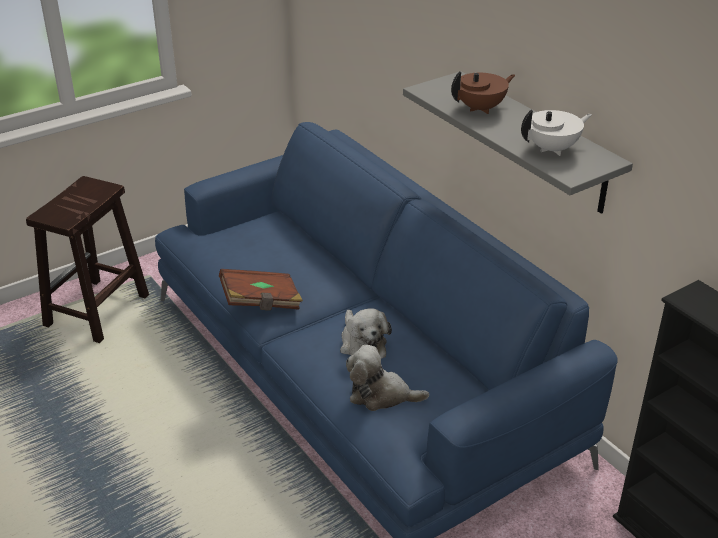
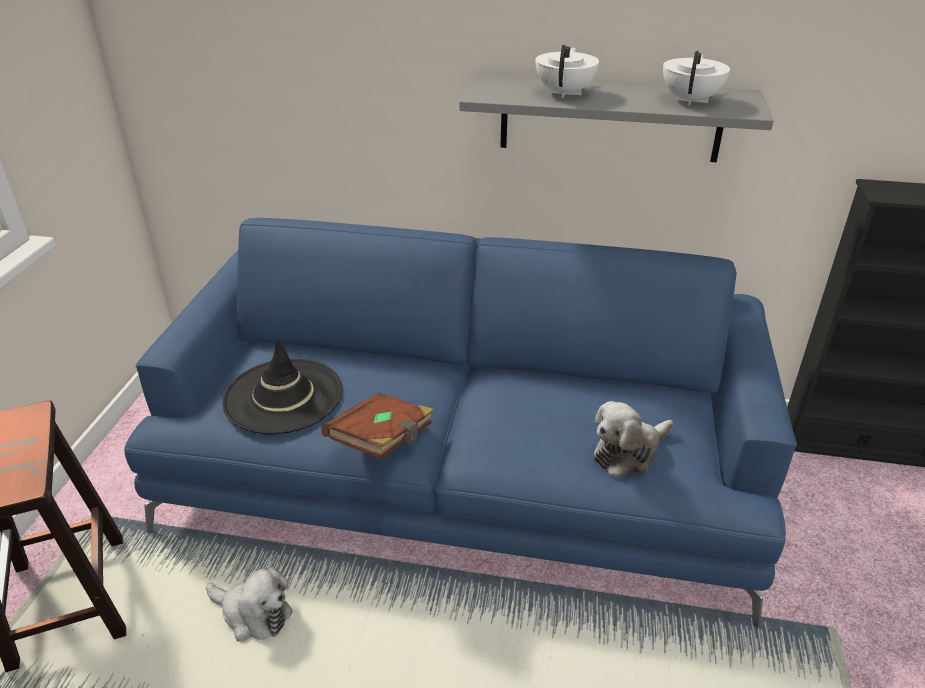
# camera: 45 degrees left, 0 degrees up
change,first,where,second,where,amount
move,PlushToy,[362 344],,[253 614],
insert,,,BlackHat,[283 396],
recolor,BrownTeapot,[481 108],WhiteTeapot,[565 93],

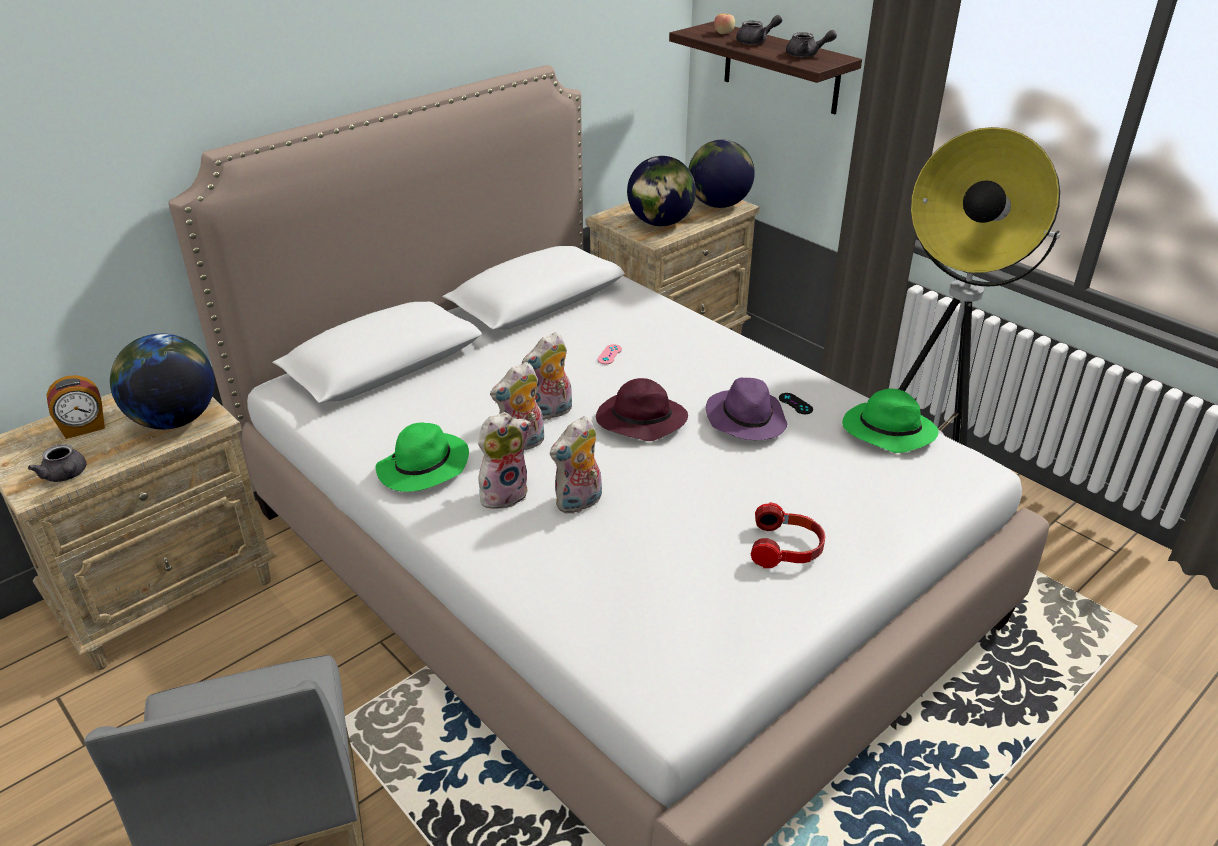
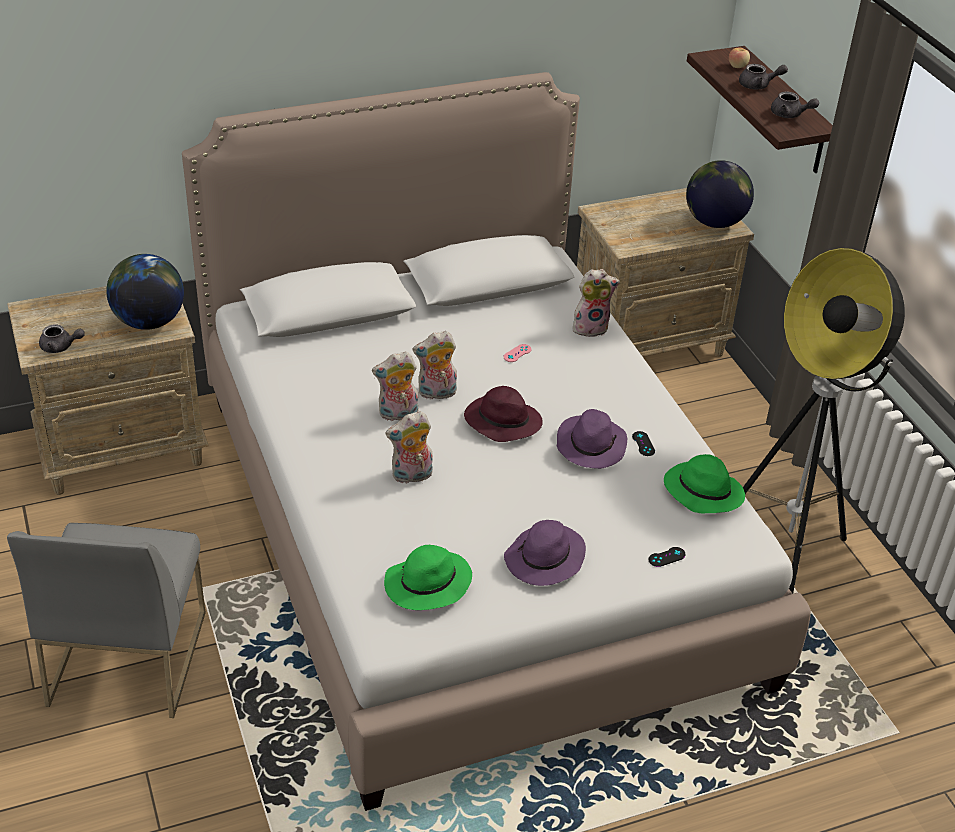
# camera: 20 degrees right, 5 degrees up
change,first,where,second,where,amount
rotate,GreyTeapot,[66 476],,[60 347],60 degrees counterclockwise
move,GreenHat,[423 468],,[427 585],
replace,Headphones,[787 548],PurpleHat,[544 560],
move,PlushToy,[504 493],,[591 327],
insert,,,BlackGameController,[666 557],
delete,AlarmClock,[84 428],,,
delete,Globe,[660 223],,,

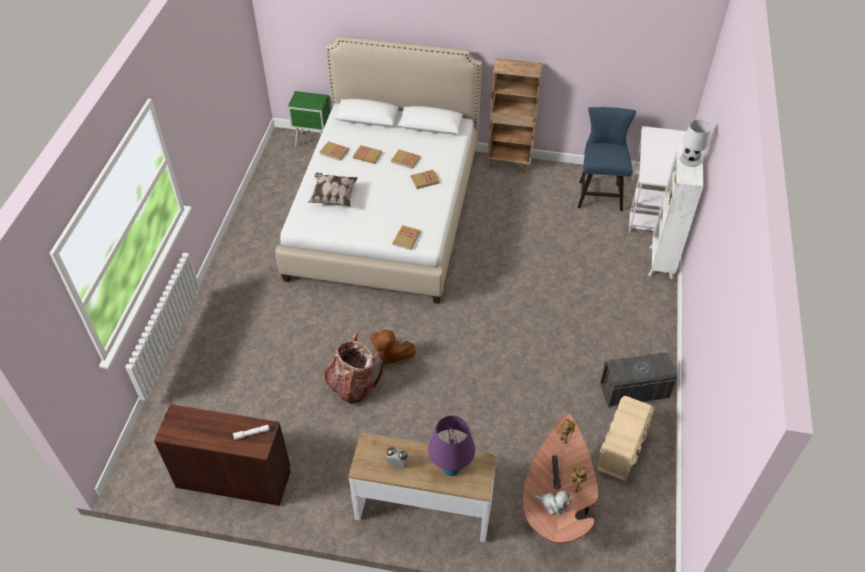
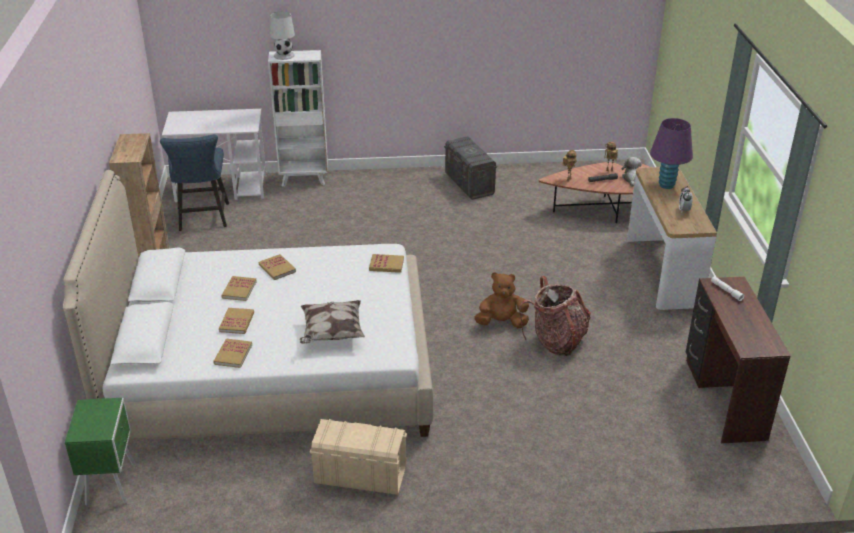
# camera: 105 degrees left, 15 degrees down
change,first,where,second,where,amount
rotate,BlueChair,[599 193],,[203 219],90 degrees counterclockwise
move,BeigeStorageBox,[621 448],,[360 476],
rotate,BrownPlushToy,[390 355],,[501 323],105 degrees counterclockwise

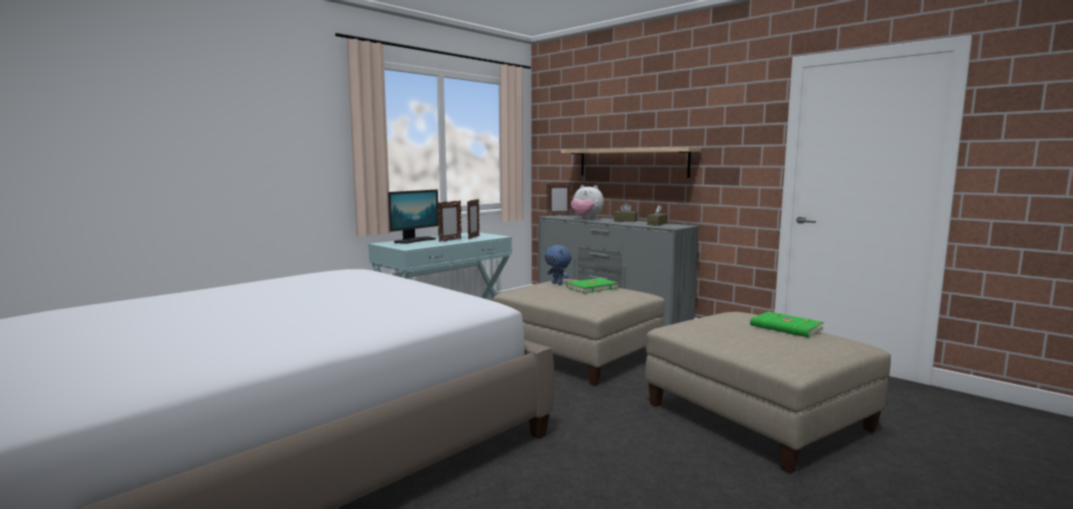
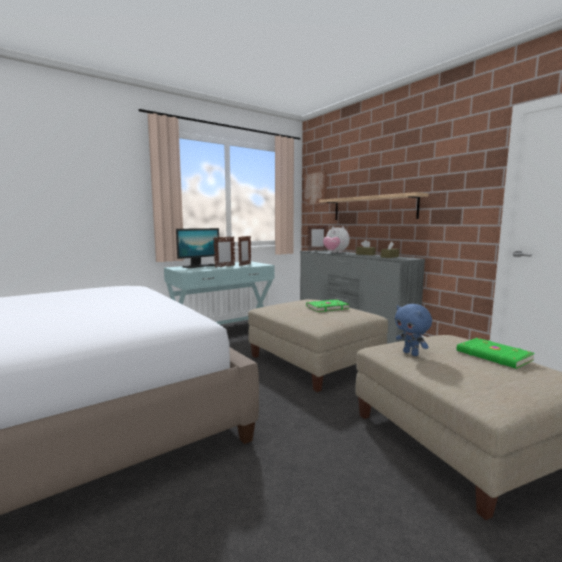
# camera: 10 degrees right, 0 degrees up
change,first,where,second,where,amount
insert,,,Picture,[315 188],
move,BluePlushToy,[558 284],,[411 353],

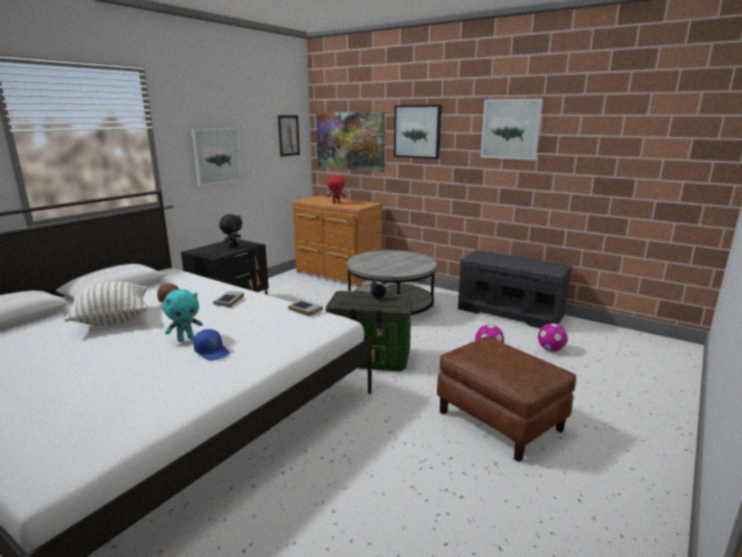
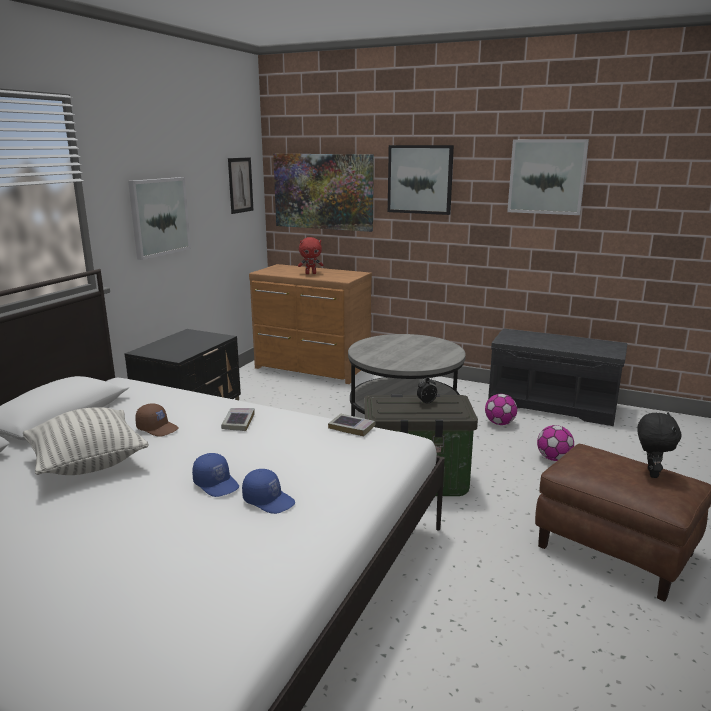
# camera: 10 degrees left, 0 degrees up
change,first,where,second,where,amount
replace,TurquoisePlushToy,[185 339],BlueCap,[217 484],
move,Football,[550 349],,[499 423],
move,BlackPlushToy,[233 246],,[650 473],

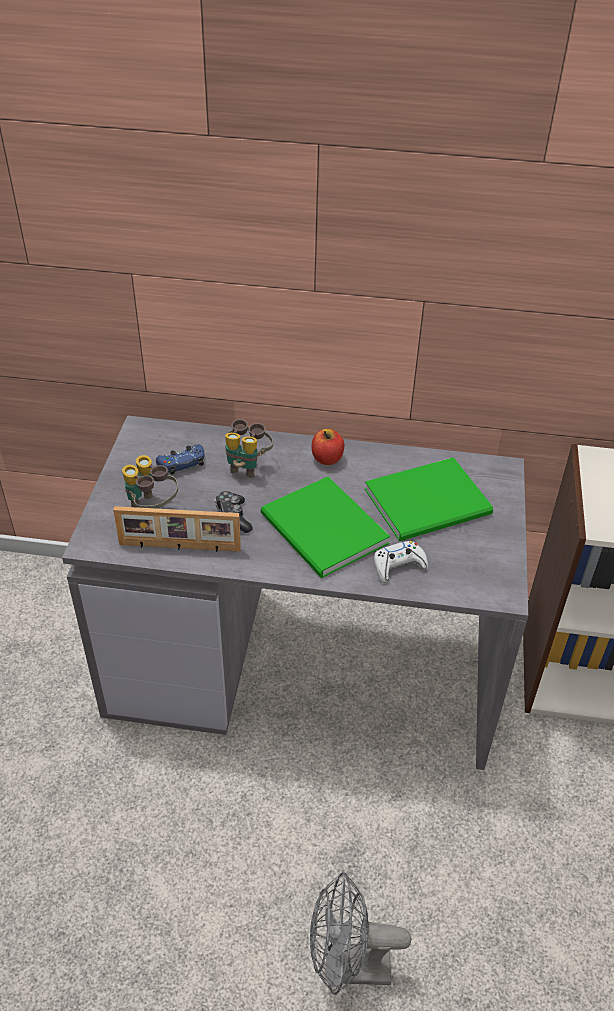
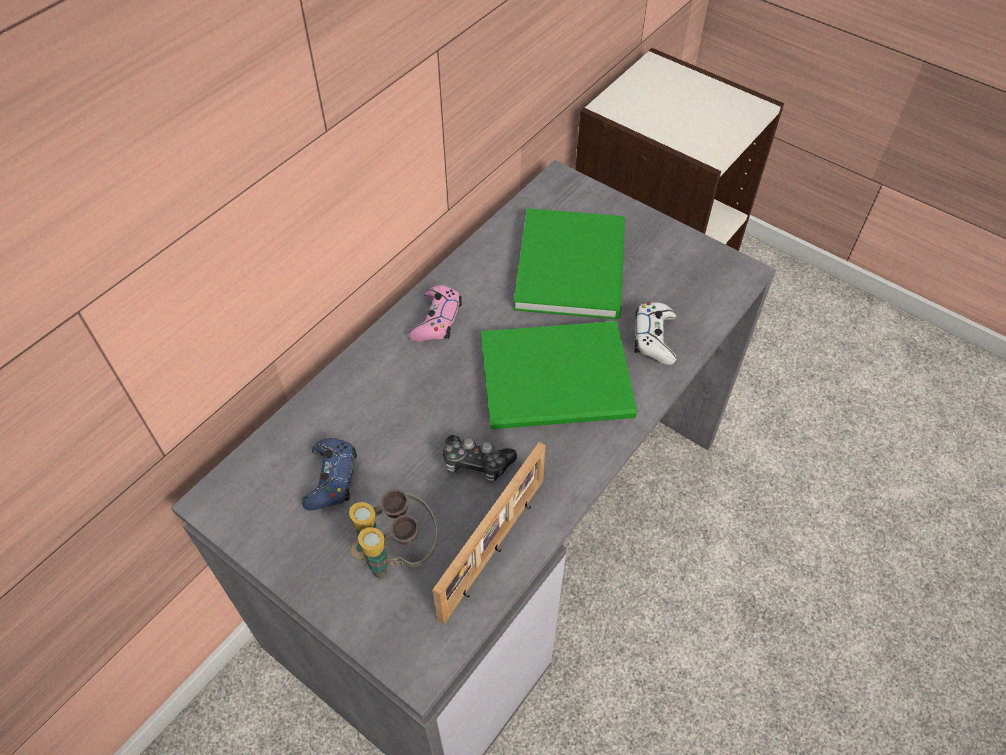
# camera: 60 degrees left, 10 degrees up
change,first,where,second,where,amount
replace,Apple,[327 458],PinkGameController,[436 320],
delete,Binoculars,[247 465],,,
delete,GreyFan,[348 967],,,

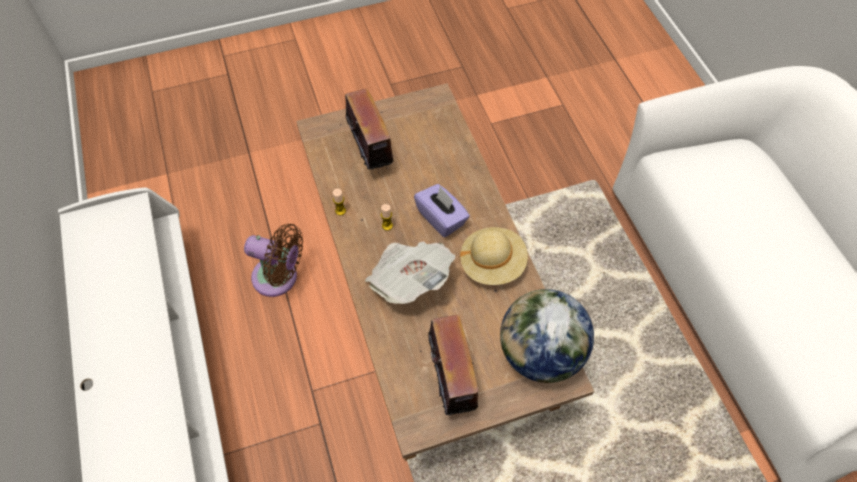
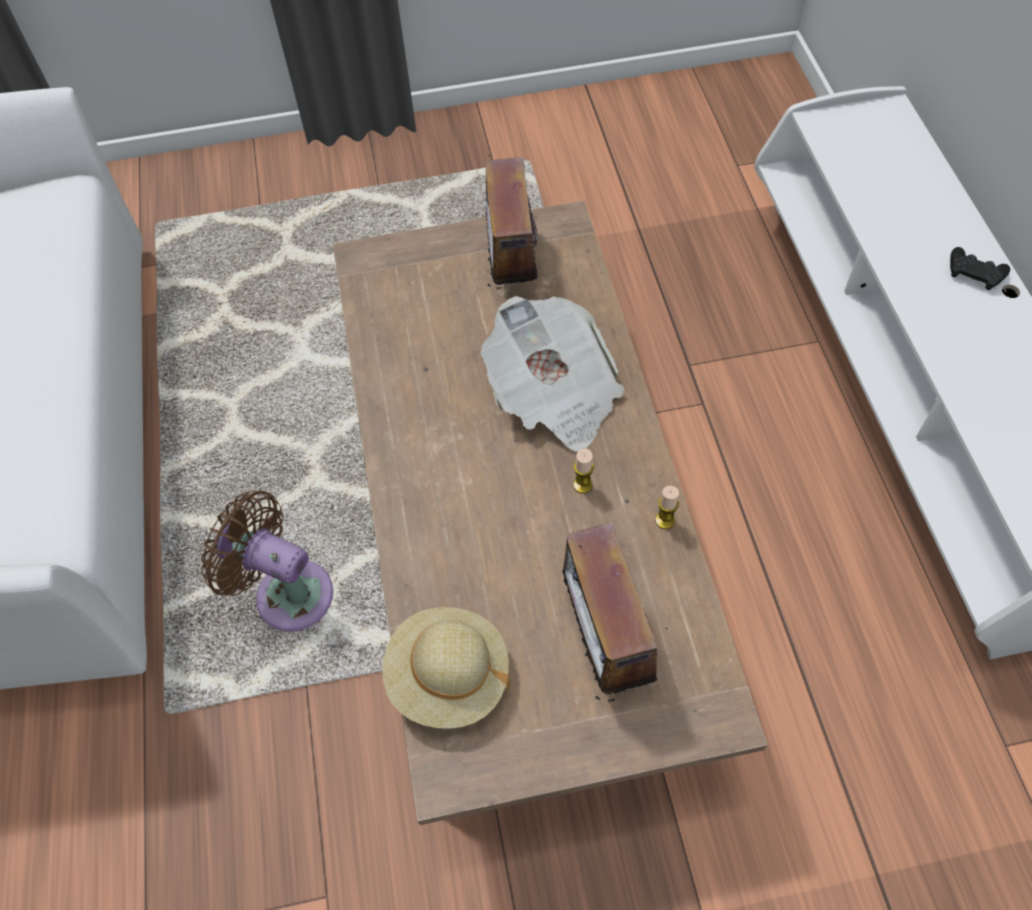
# camera: 170 degrees left, 0 degrees up
change,first,where,second,where,amount
move,BrownFan,[279 278],,[287 592],
move,BeigeHat,[492 264],,[448 677],
insert,,,BlackGameController,[974 273],
delete,PurpleTissueBox,[441 218],,,
delete,Globe,[540 354],,,

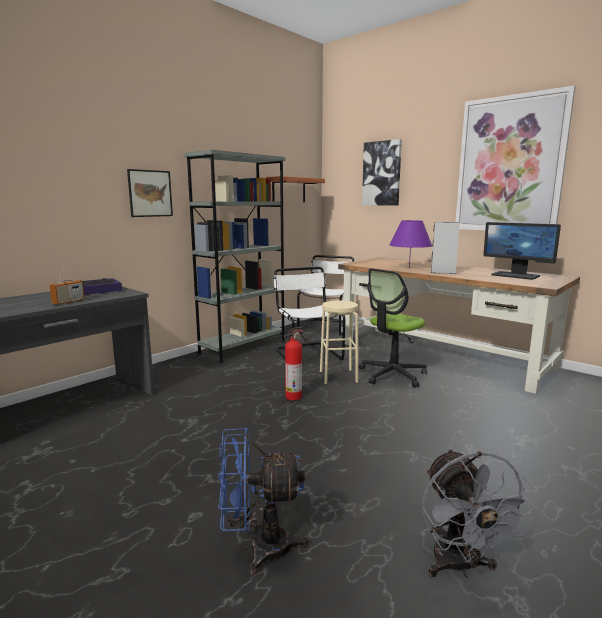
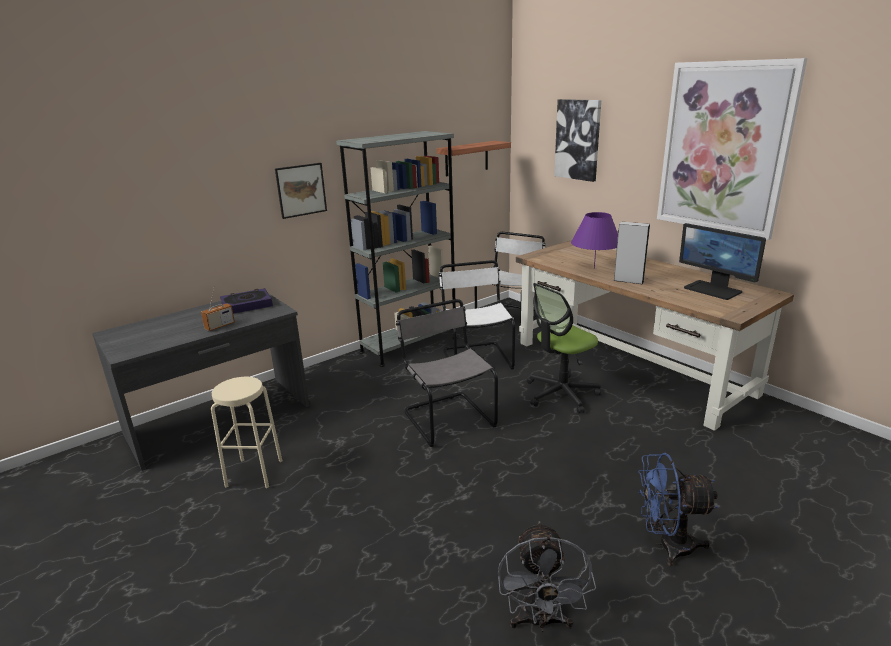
# camera: 10 degrees right, 10 degrees up
change,first,where,second,where,amount
move,BeigeStool,[338 376],,[254 473],
replace,FireExtinguisher,[294 396],GreyChair,[447 417],
move,BlueFan,[258 547],,[666 545],

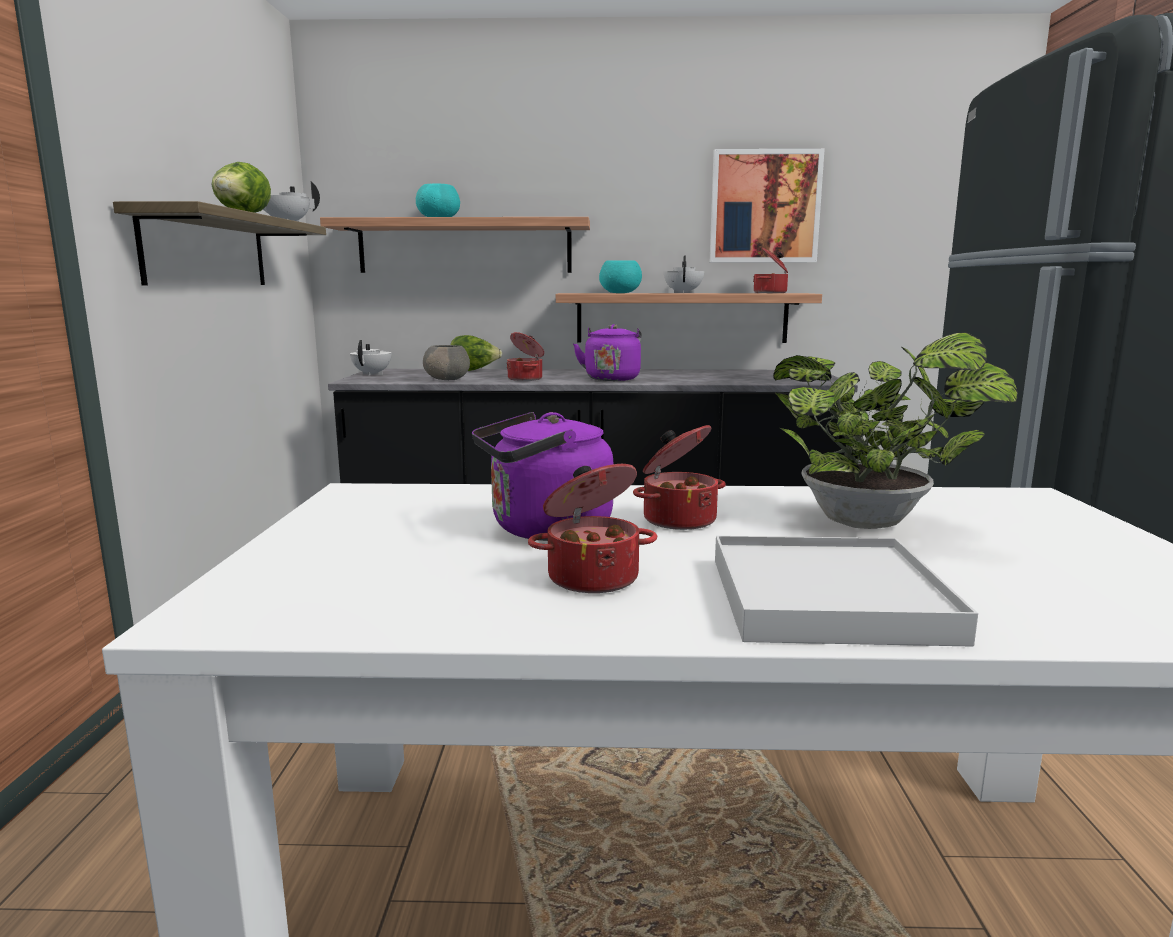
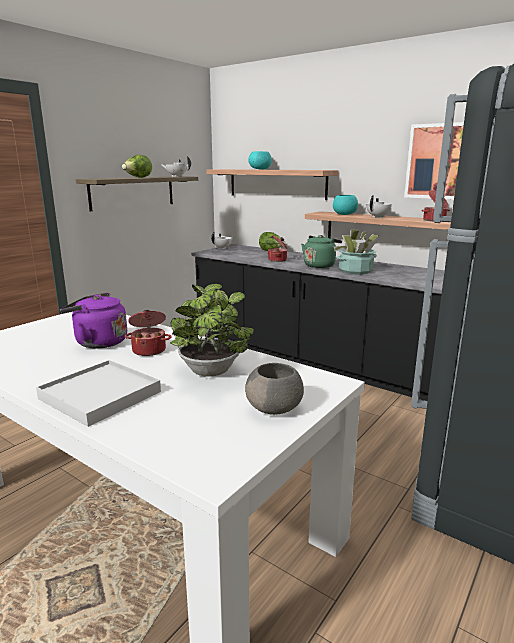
# camera: 35 degrees right, 5 degrees up
change,first,where,second,where,amount
move,GreyBowl,[448 379],,[275 408],
recolor,PurpleKettle,[612 378],GreenKettle,[320 265],
insert,,,PottedPlant,[355 271],
delete,CookingPot,[592 577],,,

